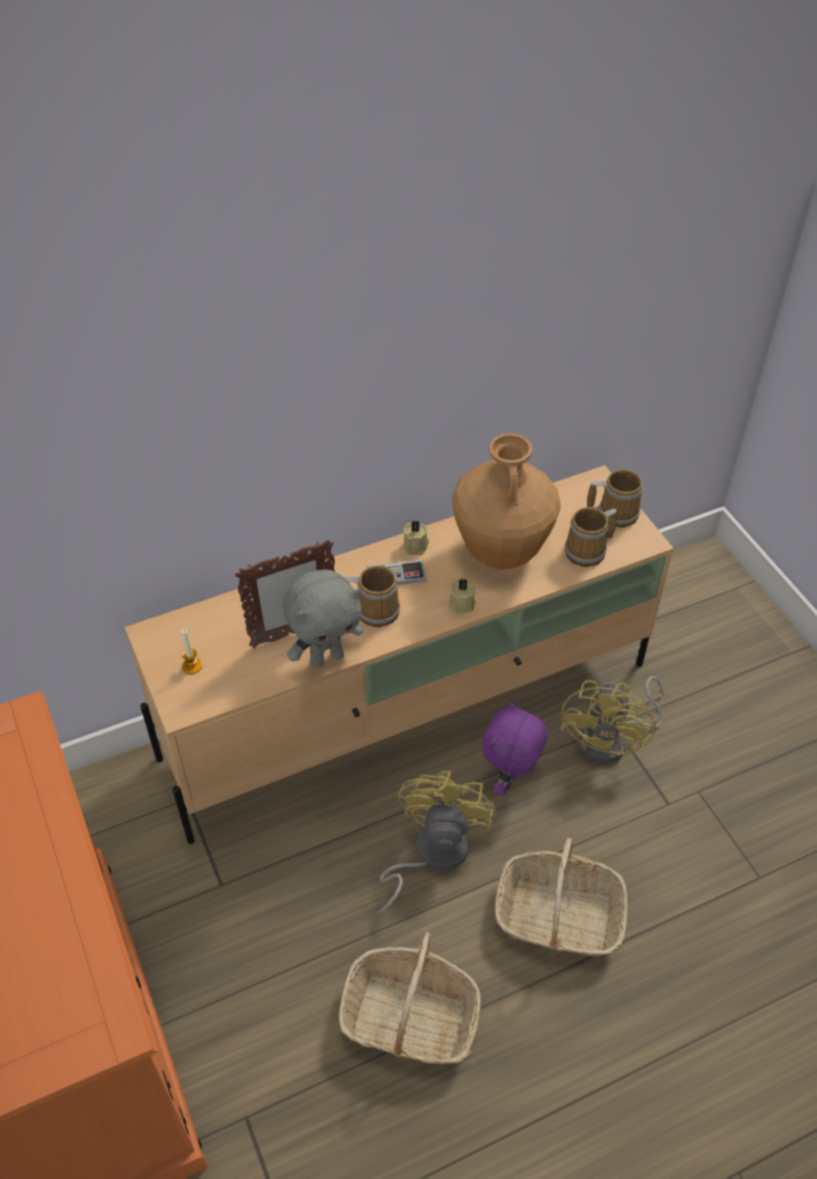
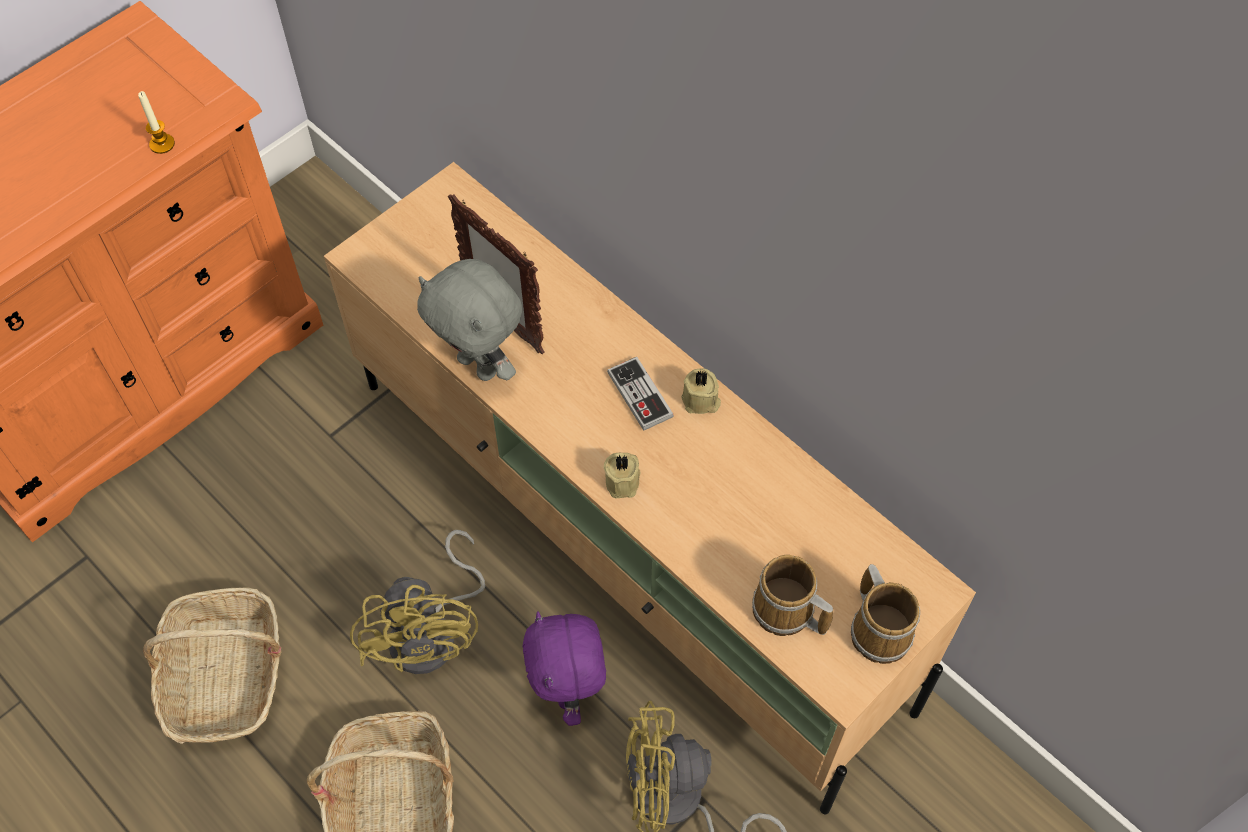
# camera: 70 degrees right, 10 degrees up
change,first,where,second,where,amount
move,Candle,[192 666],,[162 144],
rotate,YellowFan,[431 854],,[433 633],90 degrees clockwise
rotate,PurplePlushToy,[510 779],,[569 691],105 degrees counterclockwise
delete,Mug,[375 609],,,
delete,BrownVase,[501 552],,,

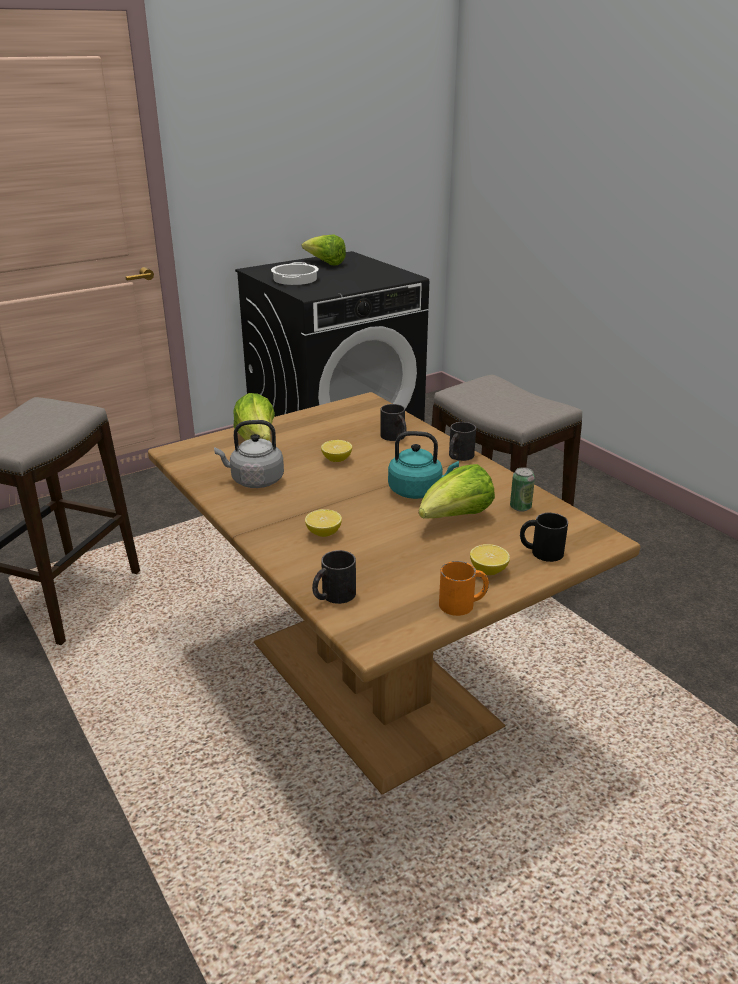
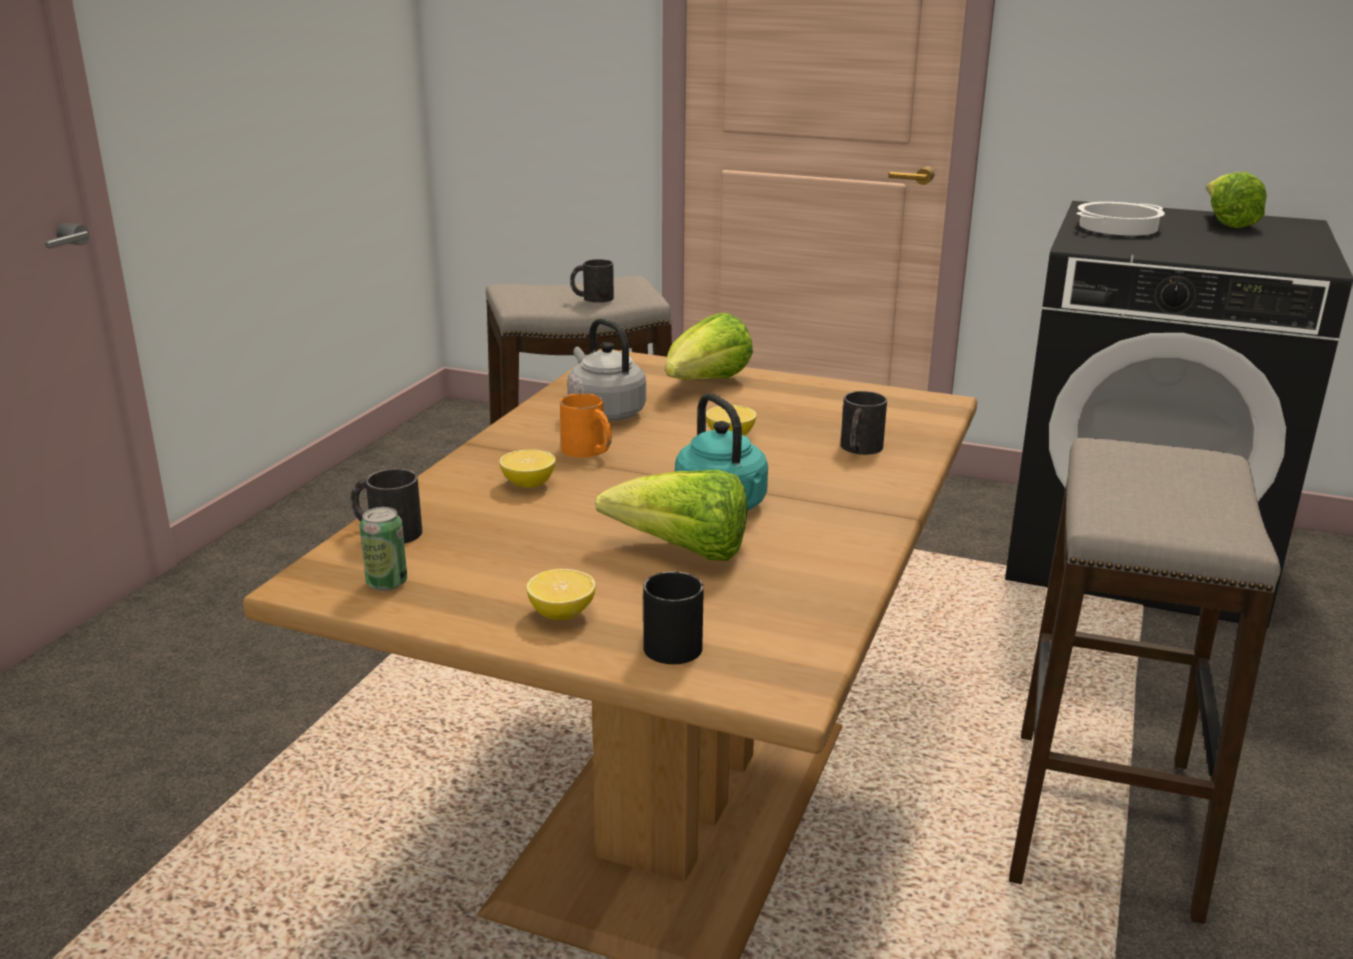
# camera: 55 degrees right, 5 degrees down
change,first,where,second,where,amount
move,Can,[520 507],,[387 583],
move,OrangeMug,[463 604],,[589 451],
move,BlackMug,[458 457],,[592 298],

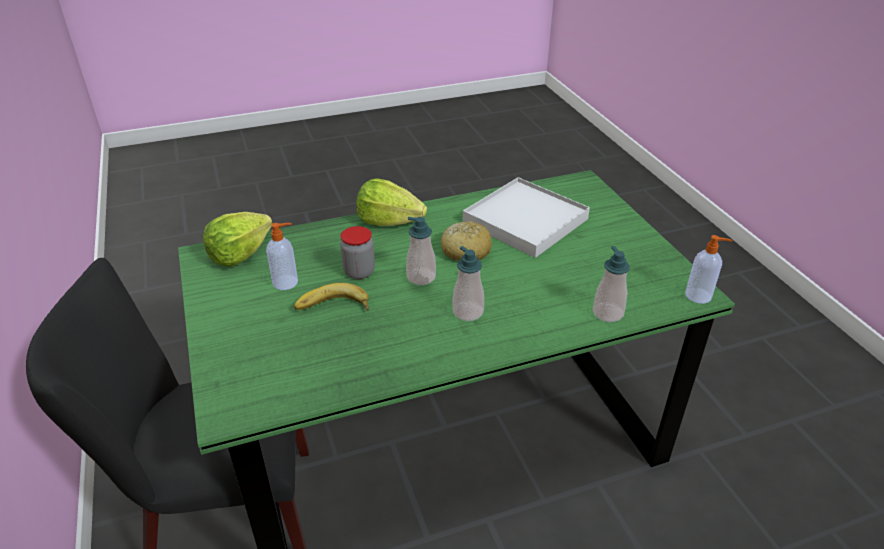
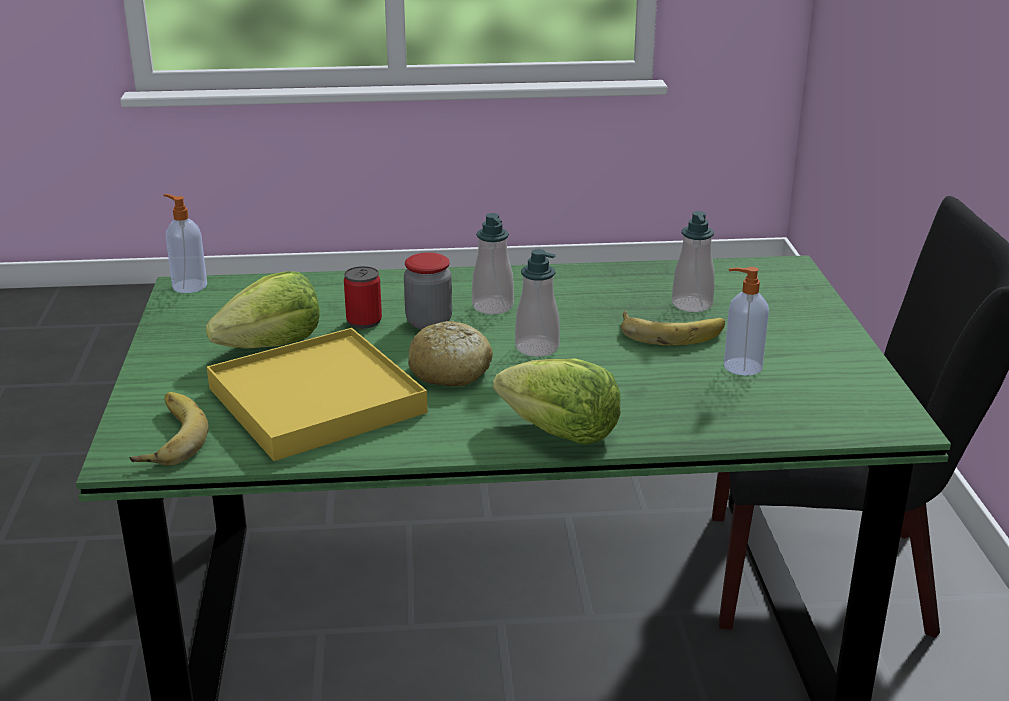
# camera: 165 degrees left, 10 degrees down
change,first,where,second,where,amount
insert,,,Banana,[165 437],
move,Lettuce,[240 254],,[272 345],
recolor,WhiteTray,[525 220],YellowTray,[315 400],
insert,,,Can,[364 321],
move,Jar,[359 272],,[429 322],
move,SoapDispenser,[607 313],,[692 304],

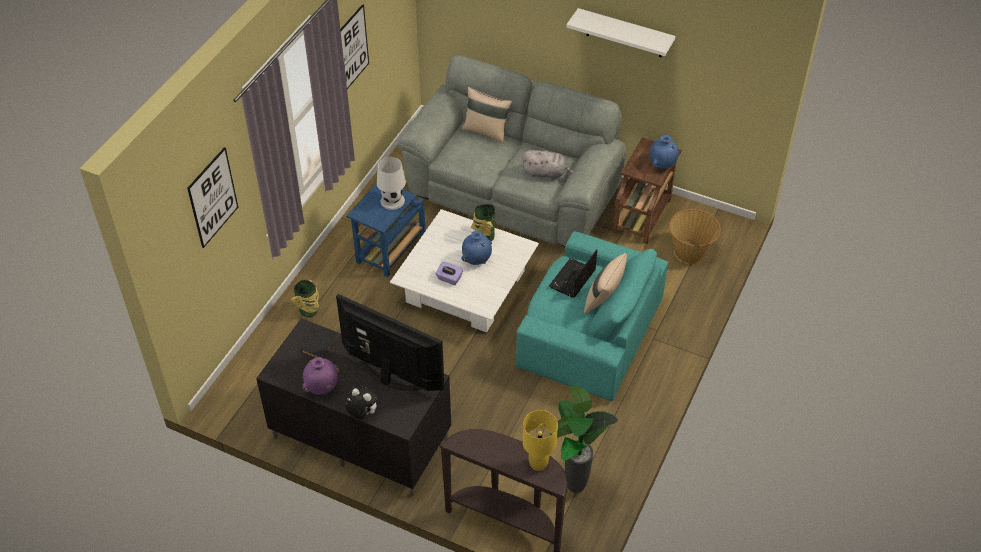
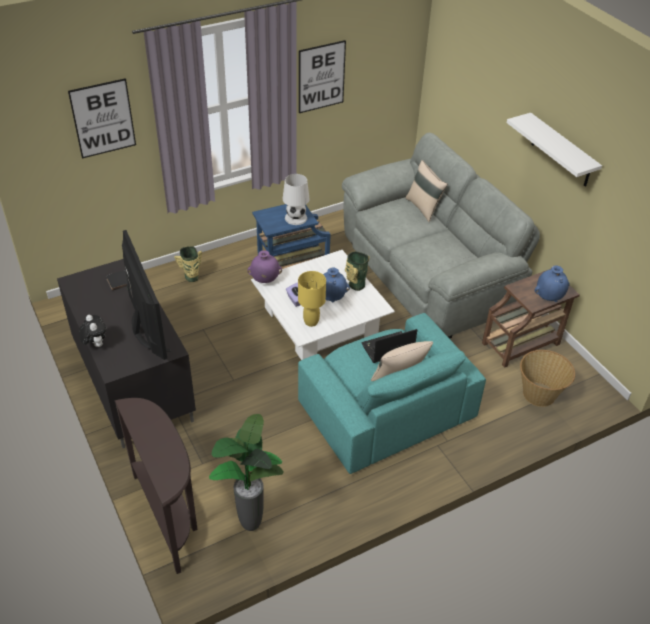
# camera: 35 degrees right, 5 degrees down
change,first,where,second,where,amount
move,PurpleVase,[322 388],,[264 280],
move,YellowTableLamp,[538 463],,[311 322],
delete,GreyPlushToy,[546 173],,,

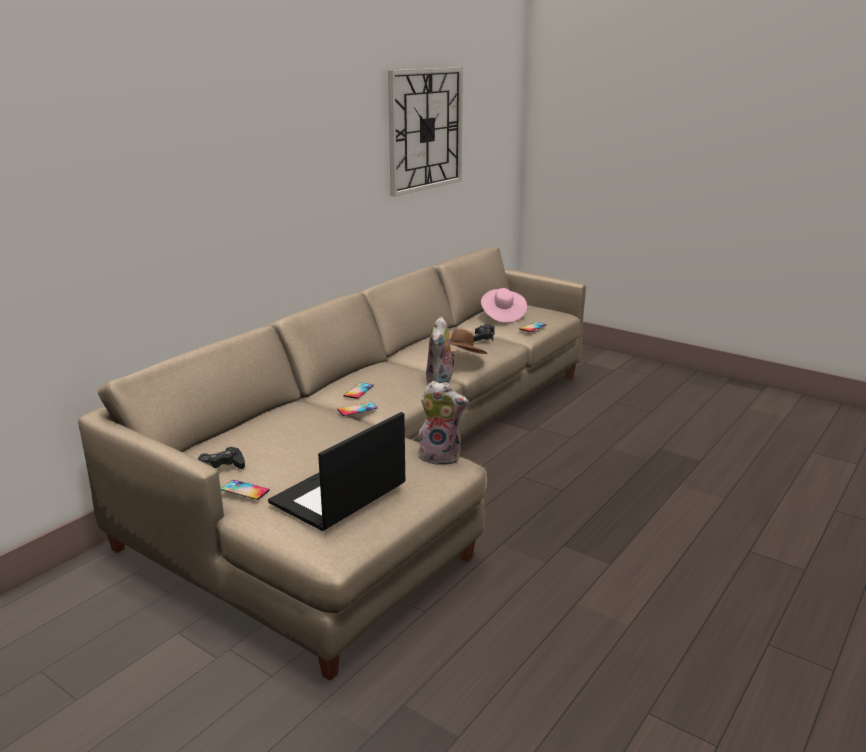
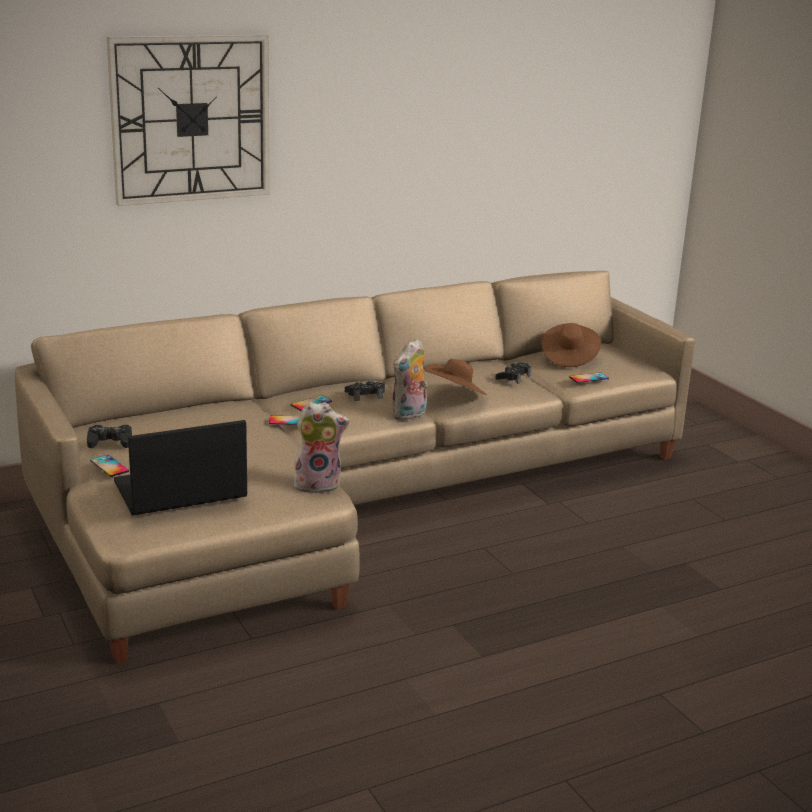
# camera: 25 degrees right, 0 degrees up
change,first,where,second,where,amount
move,WallClock,[425 130],,[191 119],
rotate,PlushToy,[441 456],,[318 484],45 degrees counterclockwise
insert,,,BlackGameController,[365 395],
recolor,PinkHat,[502 316],BrownHat,[569 358],

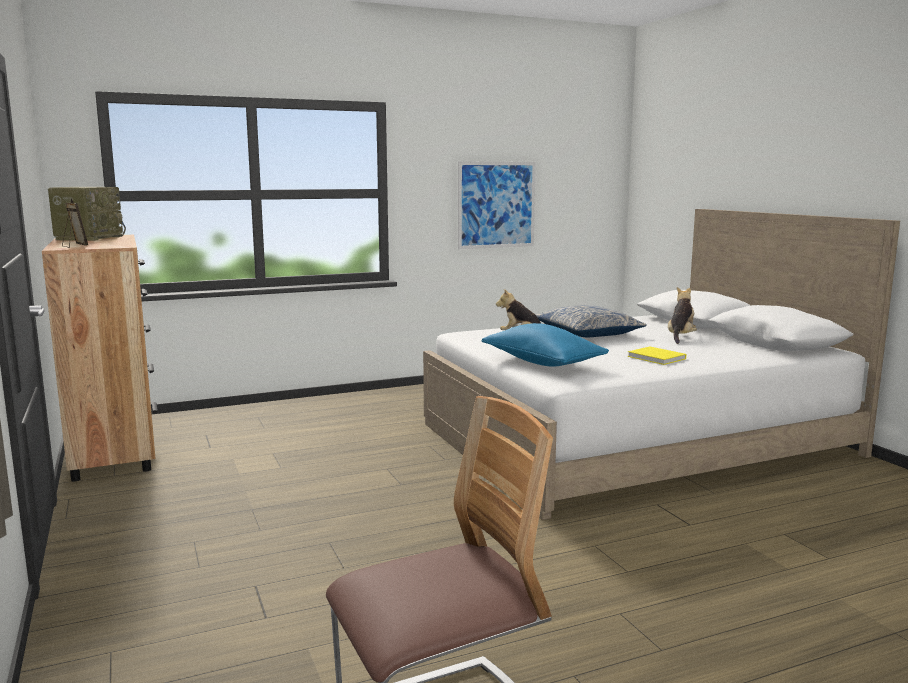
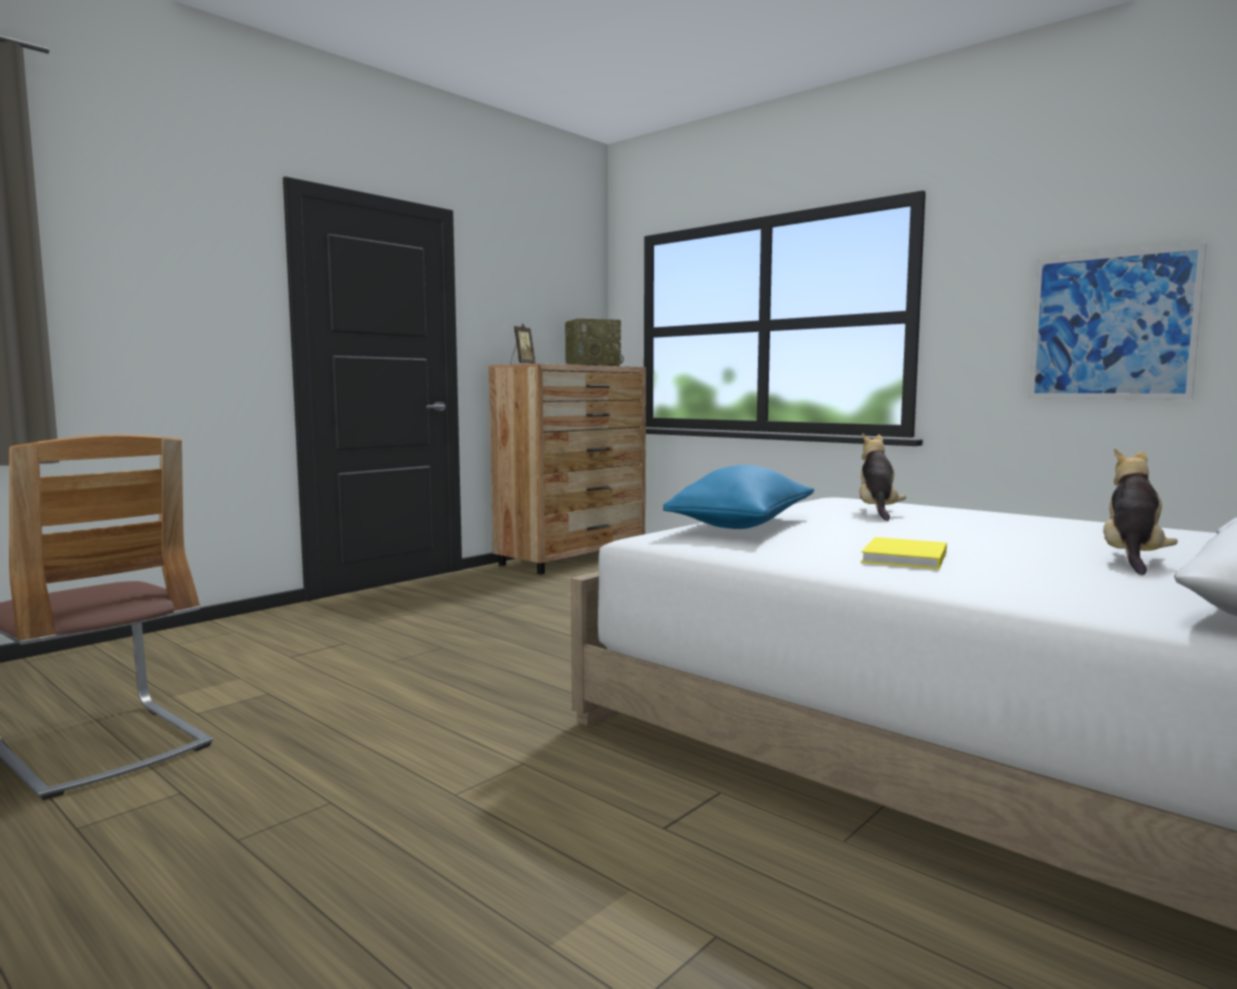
# camera: 65 degrees right, 5 degrees down
change,first,where,second,where,amount
rotate,PlushToy,[680 337],,[1131 559],60 degrees counterclockwise
delete,Pillow,[587 333],,,

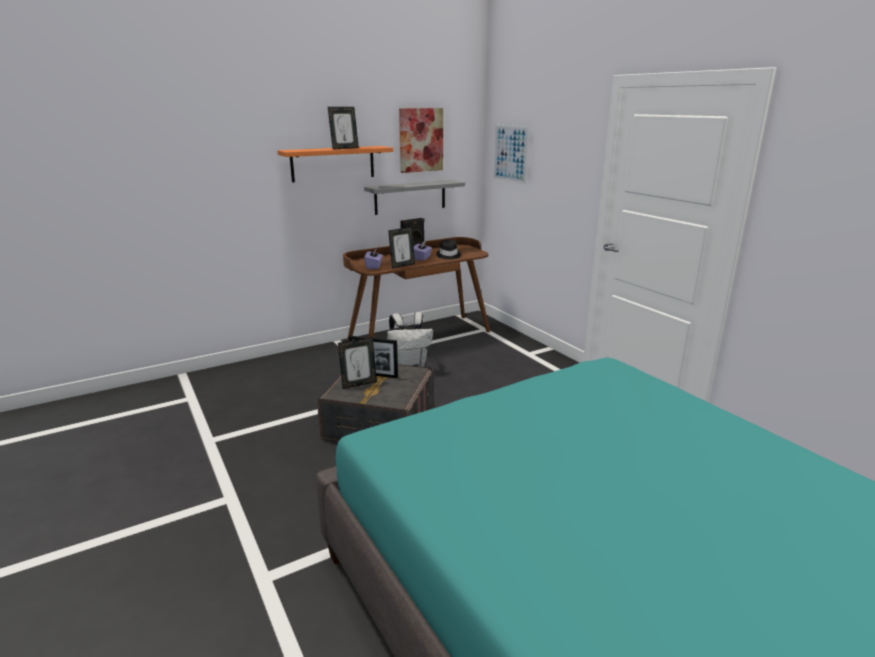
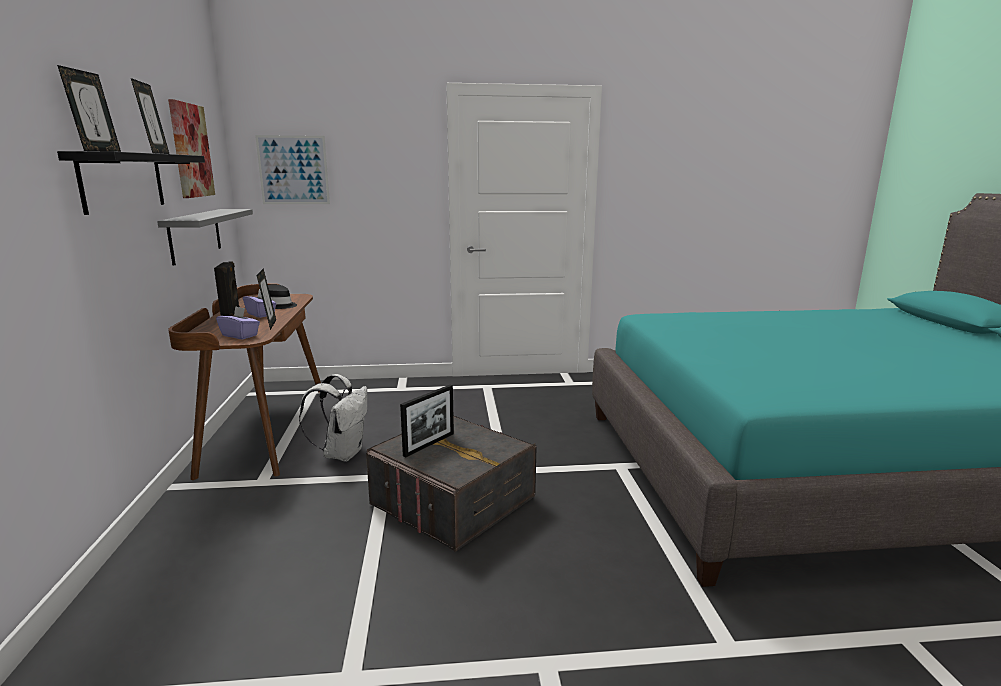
# camera: 65 degrees left, 5 degrees down
change,first,where,second,where,amount
move,PictureFrame,[358 384],,[98 151],
recolor,OrangeShelf,[333 163],BlackShelf,[123 181],

